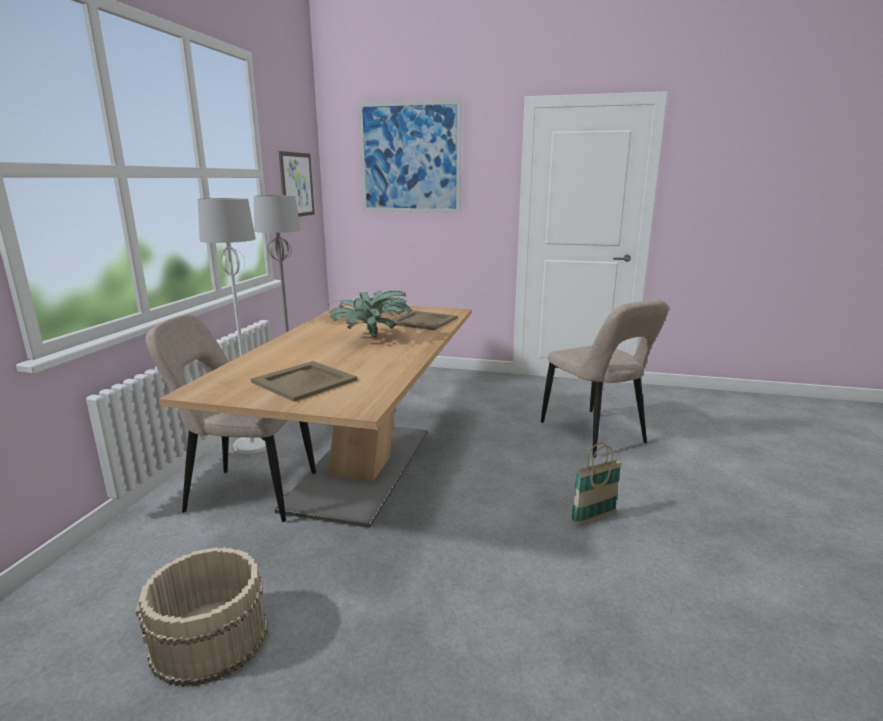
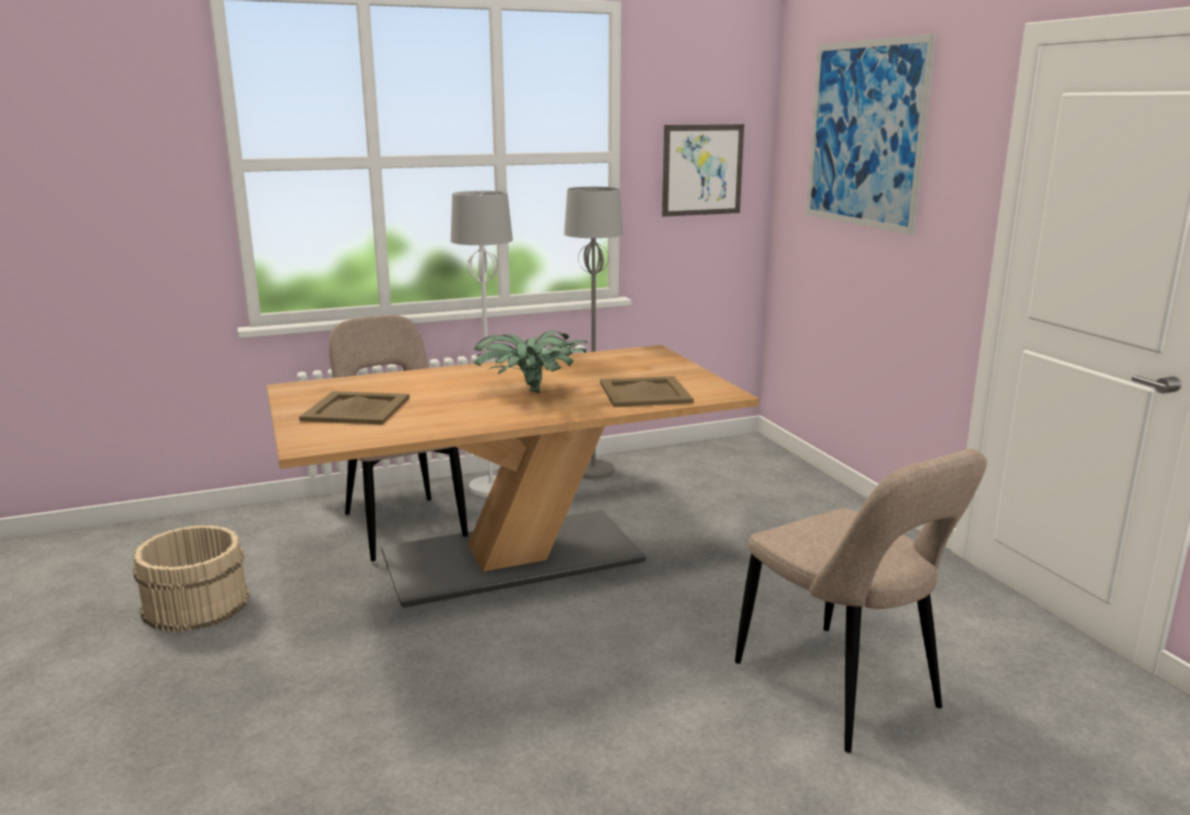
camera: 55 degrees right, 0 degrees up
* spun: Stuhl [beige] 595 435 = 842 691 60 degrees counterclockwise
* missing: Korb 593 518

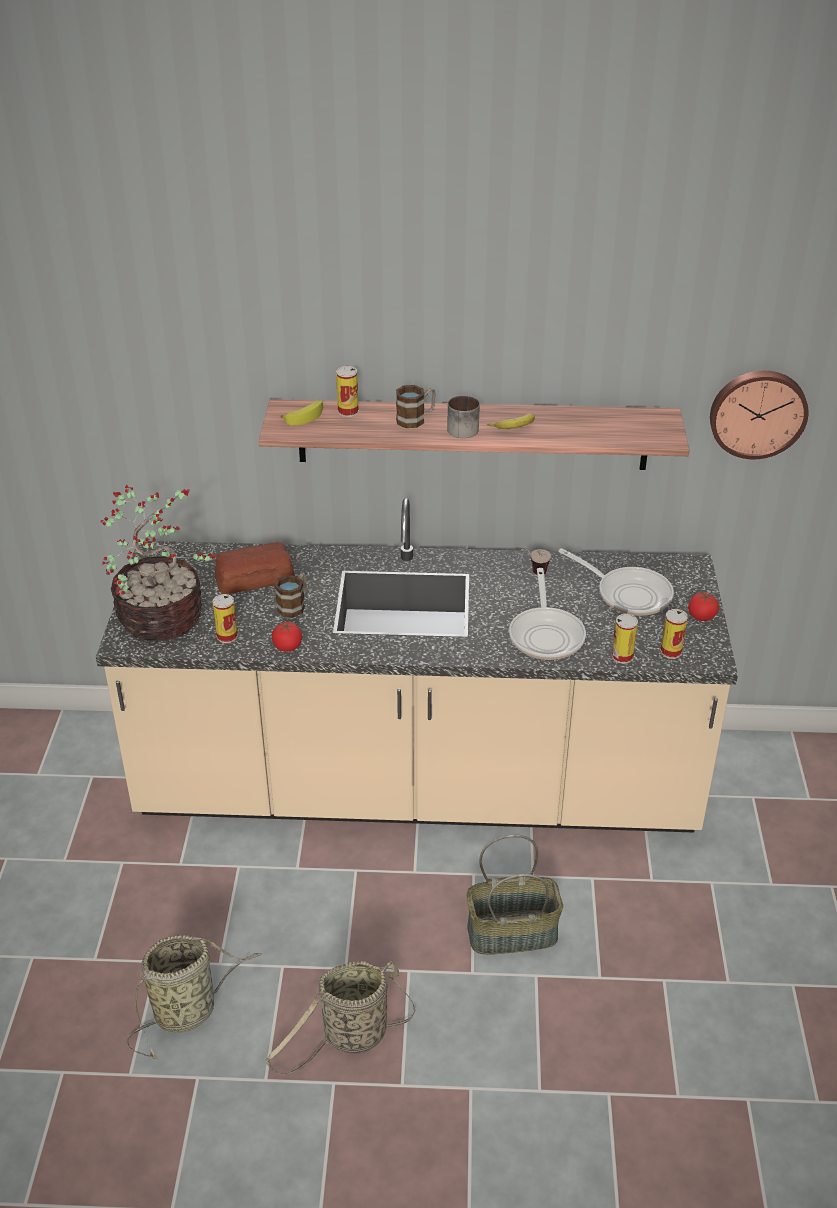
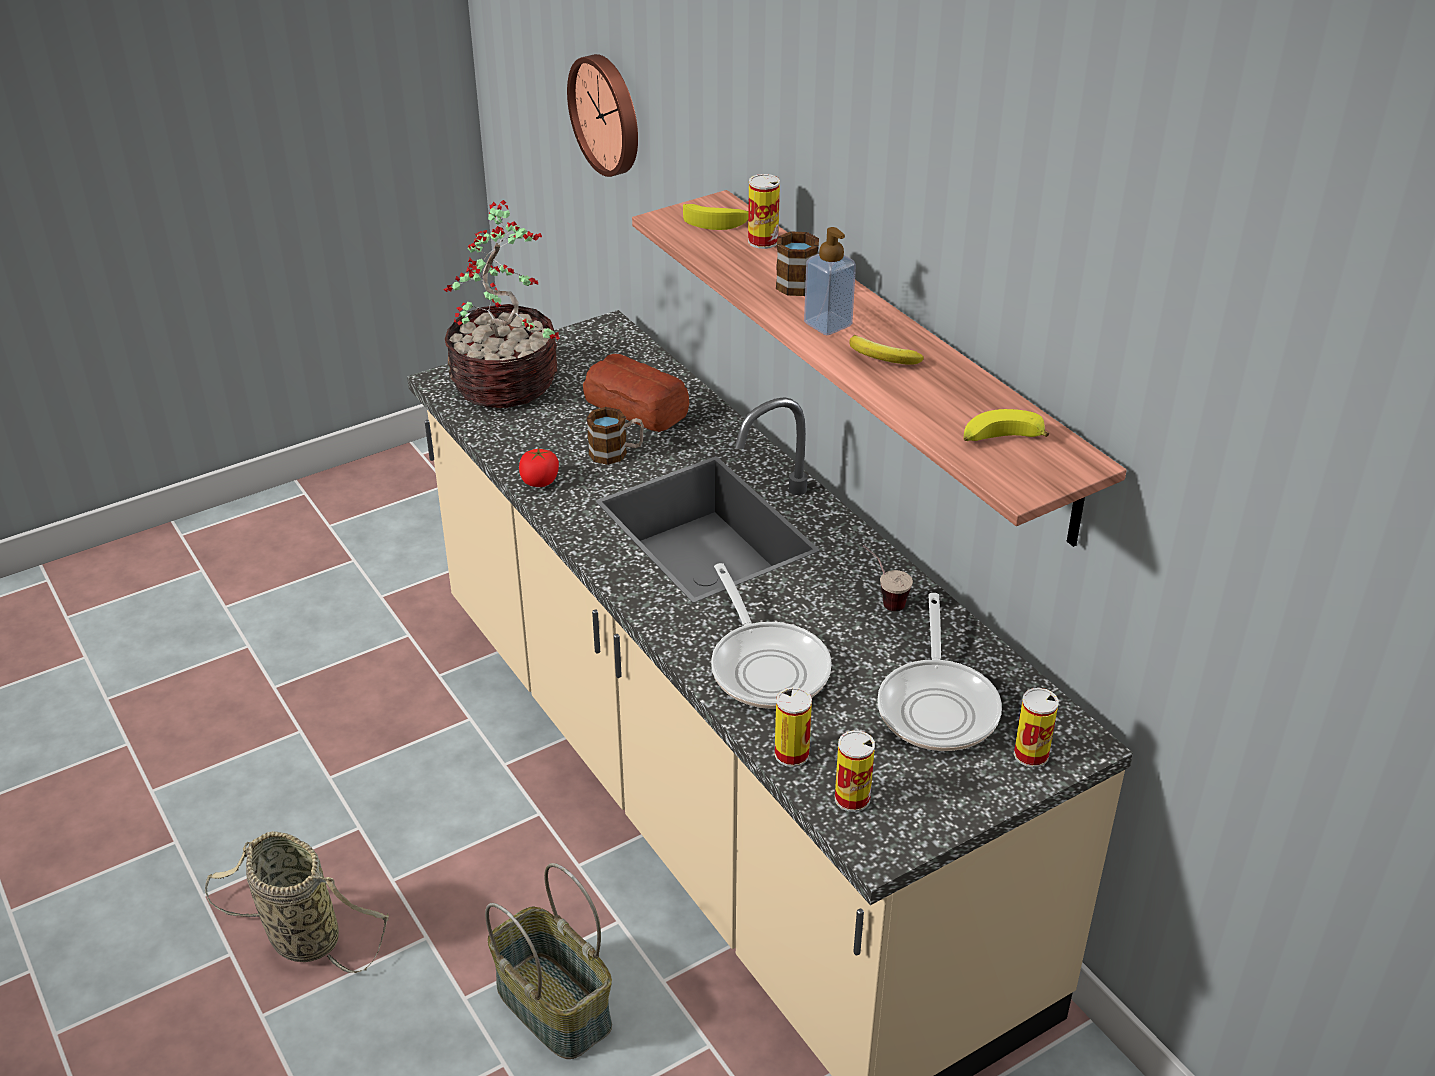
camera: 55 degrees right, 0 degrees up
* missing: Korb 189 1011
* relocated: Dose 227 636 to 1031 754
* exchanged: Henkelbecher 462 428 to Seifenspender 828 324
* spun: Pfanne 546 634 = 766 666 75 degrees counterclockwise
* missing: Tomate 701 616
* relocated: Wanduhr 757 412 to 608 114
* appeared: Banane 1000 440

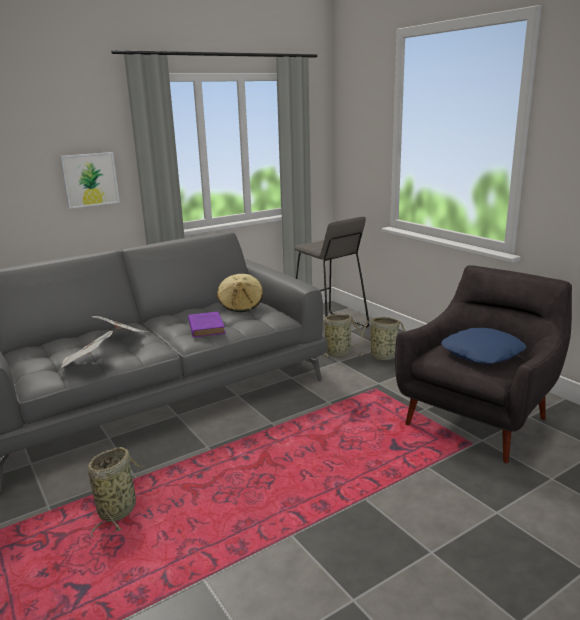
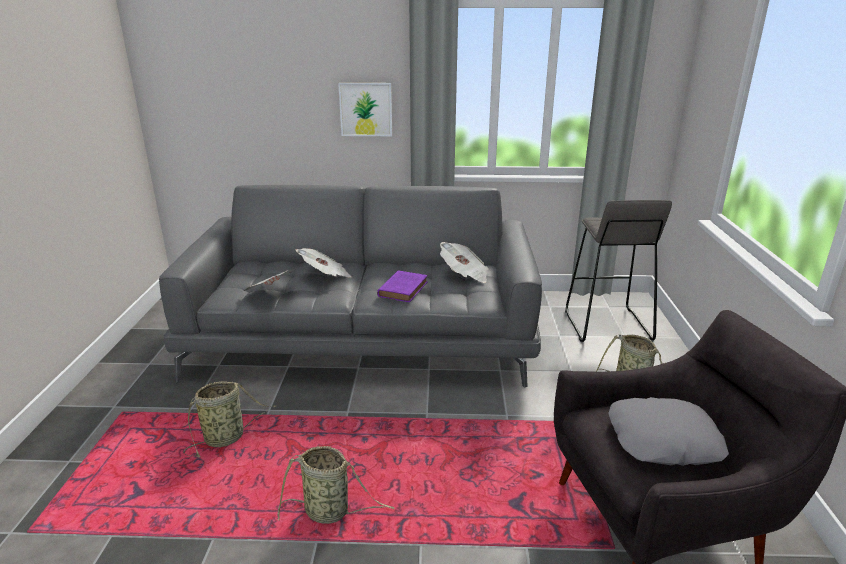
camera: 35 degrees right, 5 degrees up
* exchanged: Hut [beige] 241 306 to Zeitung 464 275
* relocated: Korb 339 353 to 330 512
* colour: Kissen [blau] 483 354 to Kissen [grau] 663 441

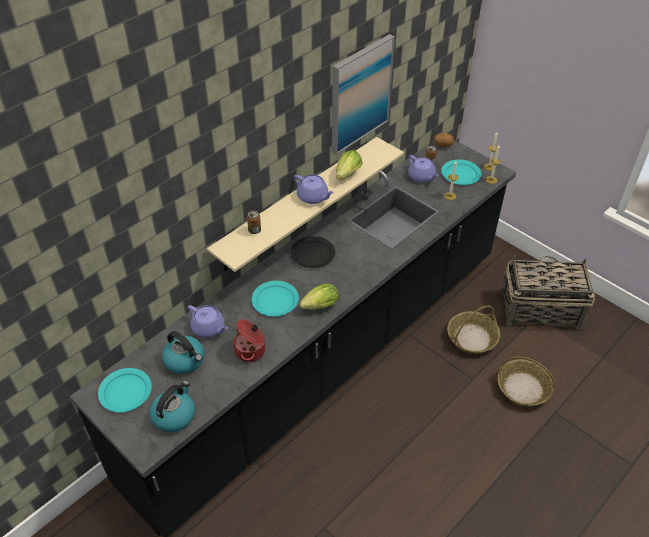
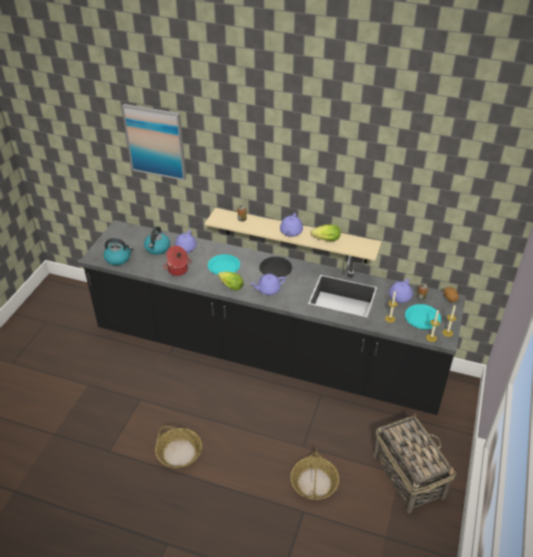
camera: 65 degrees right, 5 degrees down
* missing: Teller [türkis] 125 391
* relocated: Bild 360 94 to 156 141
* relocated: Korb 472 337 to 179 453
* appeared: Teekanne [lila] 268 290

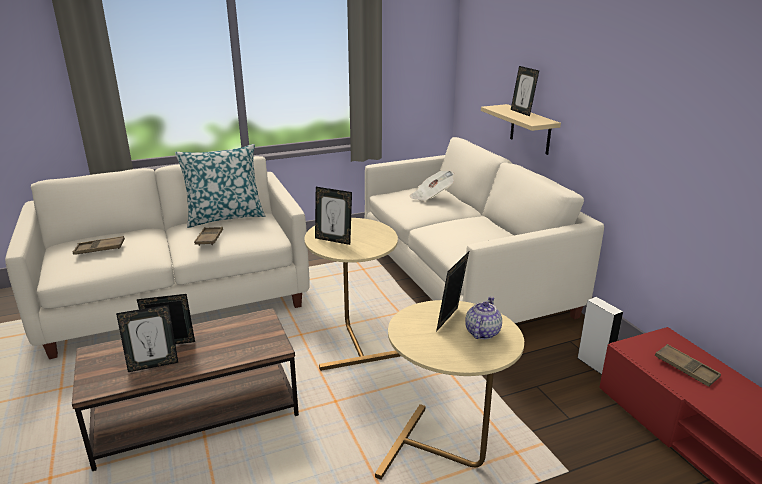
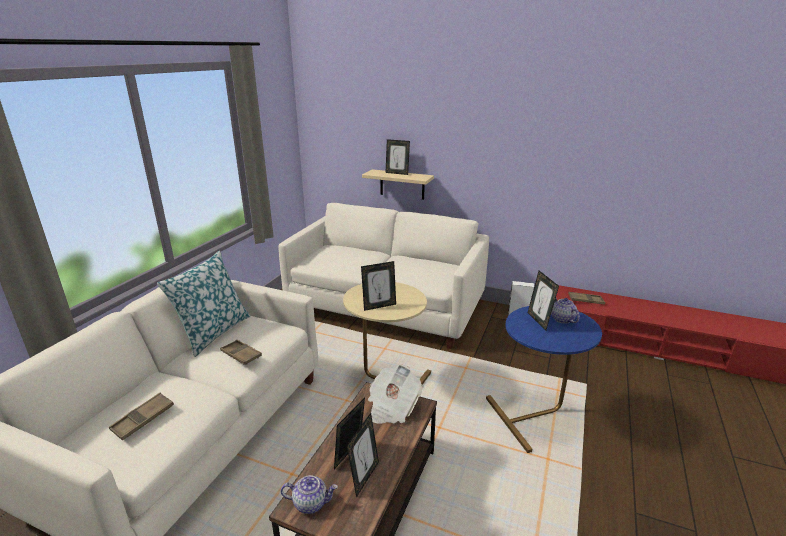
camera: 45 degrees left, 0 degrees up
* colour: Beistelltisch [beige] 444 457 to Beistelltisch [blau] 536 416
* relocated: Zeitung 431 197 to 392 407
* appeared: Teekanne 311 503

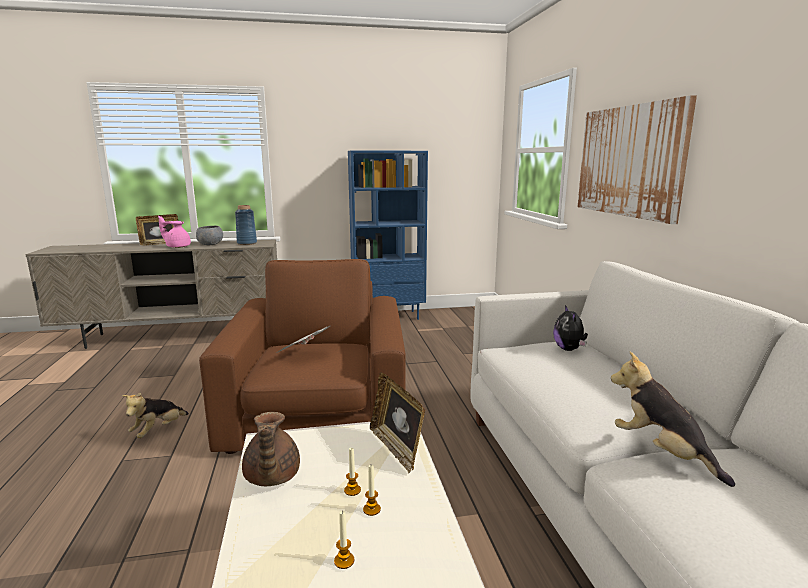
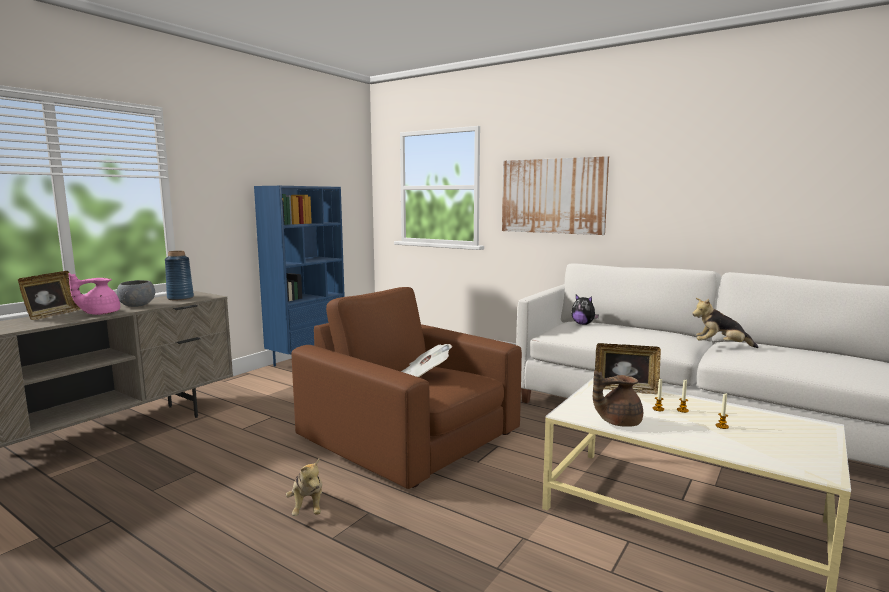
camera: 45 degrees left, 5 degrees down
* spun: Teekanne [braun] 271 477 = 617 422 135 degrees clockwise

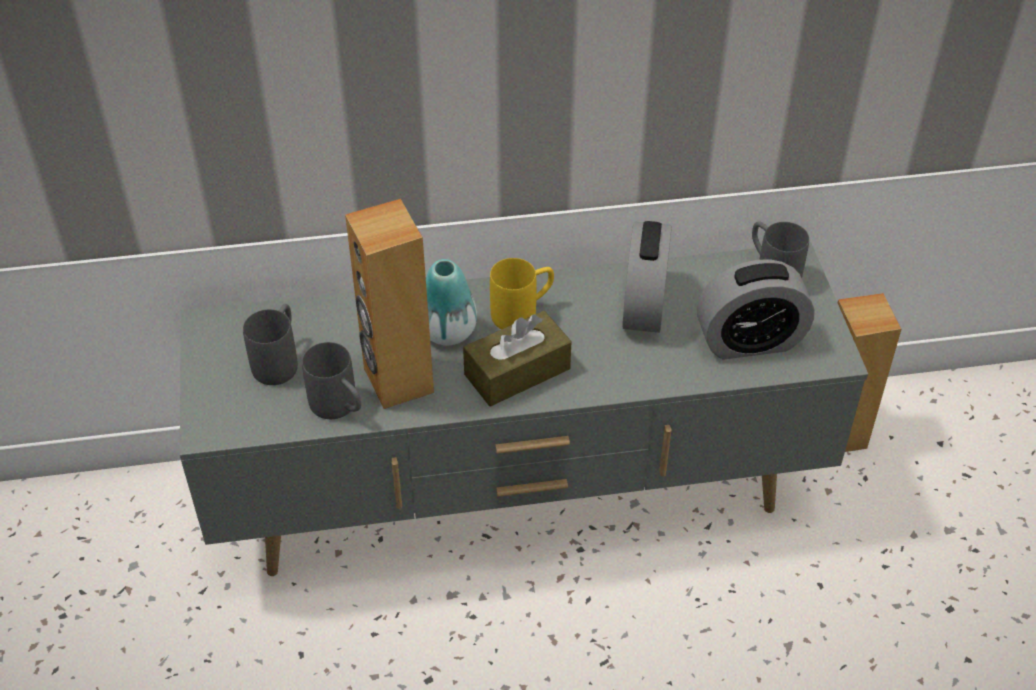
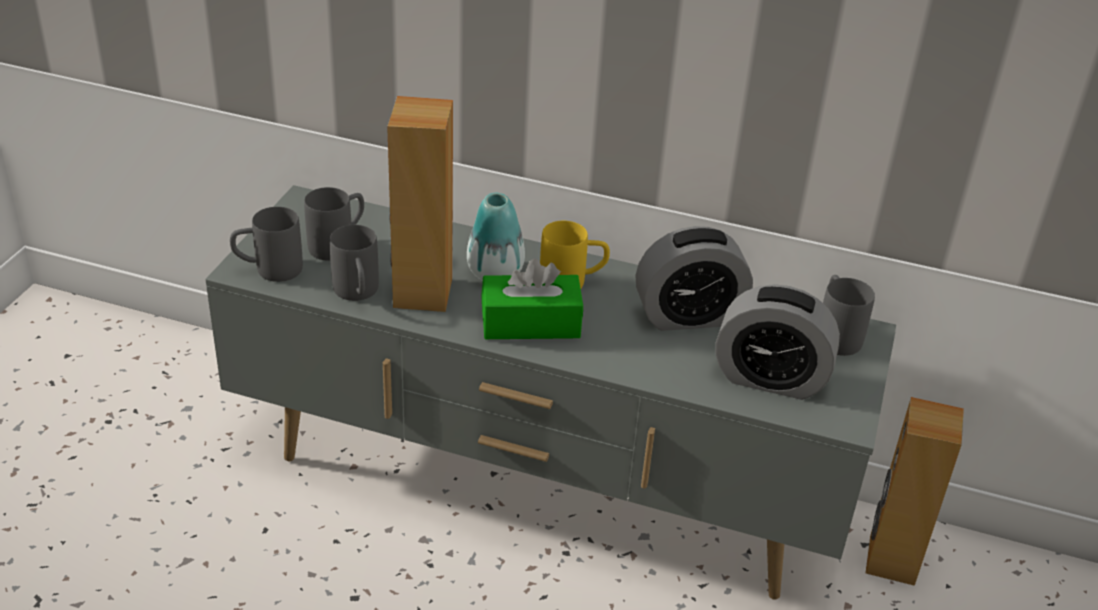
camera: 25 degrees right, 10 degrees down
* colour: Taschentuchbox [braun] 517 372 to Taschentuchbox [grün] 530 323
* spun: Wecker 644 306 = 688 316 135 degrees counterclockwise
* appeared: Henkelbecher [grau] 268 270

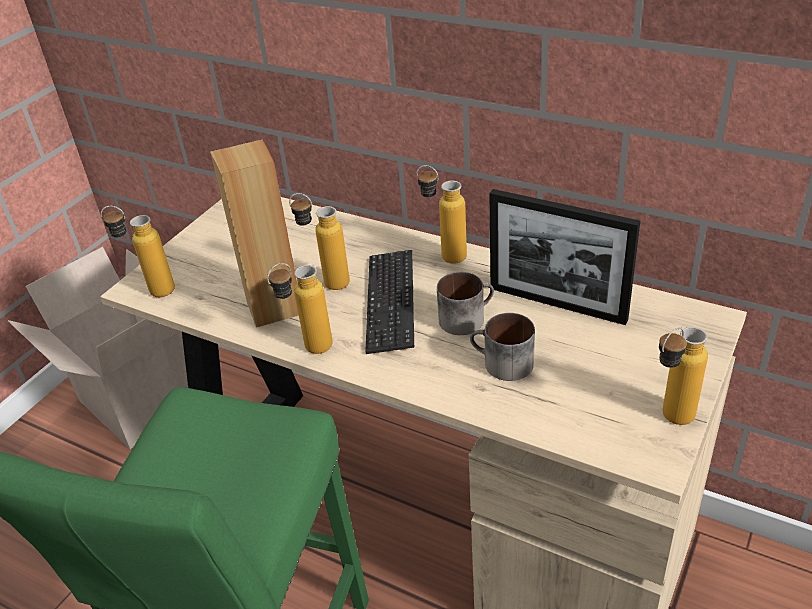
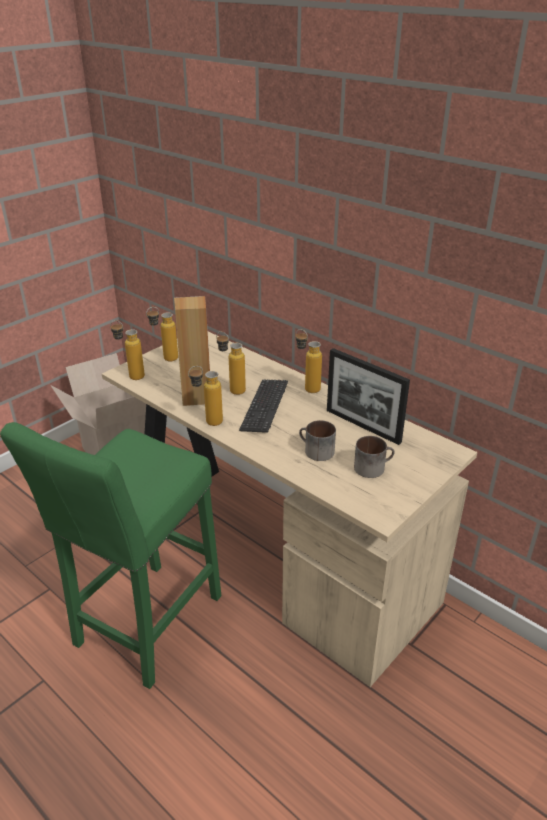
camera: 10 degrees right, 5 degrees down
* relocated: Henkelbecher 465 317 to 372 467
* relocated: Flasche 669 421 to 165 359

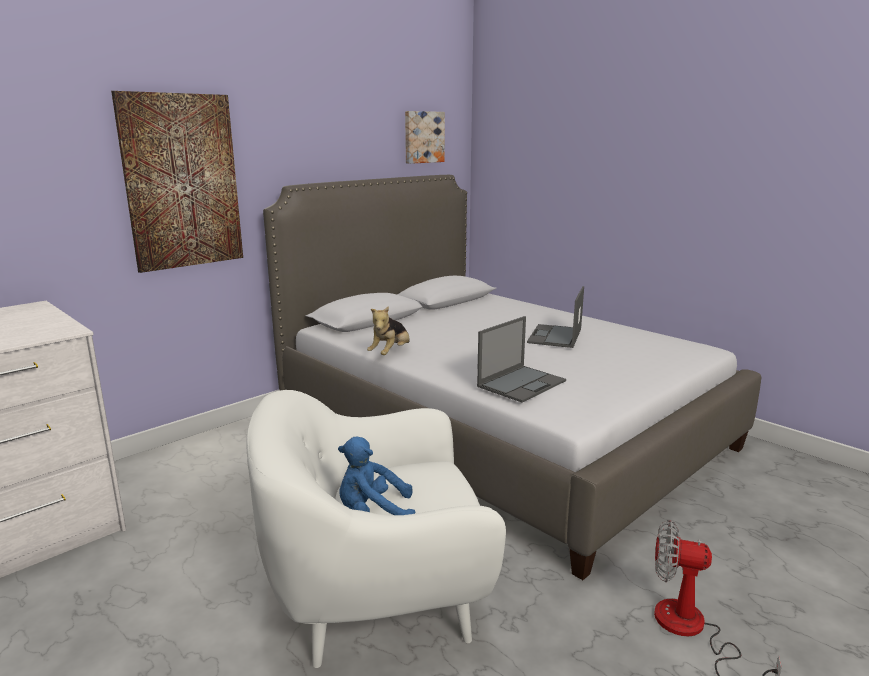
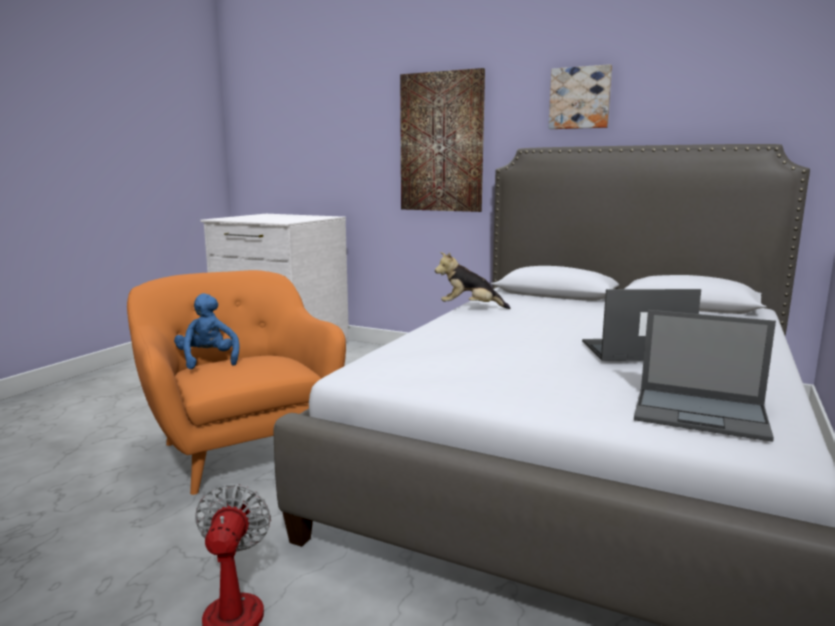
camera: 70 degrees right, 5 degrees down
* colour: Sessel [weiß] 375 599 to Sessel [orange] 240 449
* relocated: Bild 423 137 to 580 98
* relocated: Laptop 522 383 to 702 413

